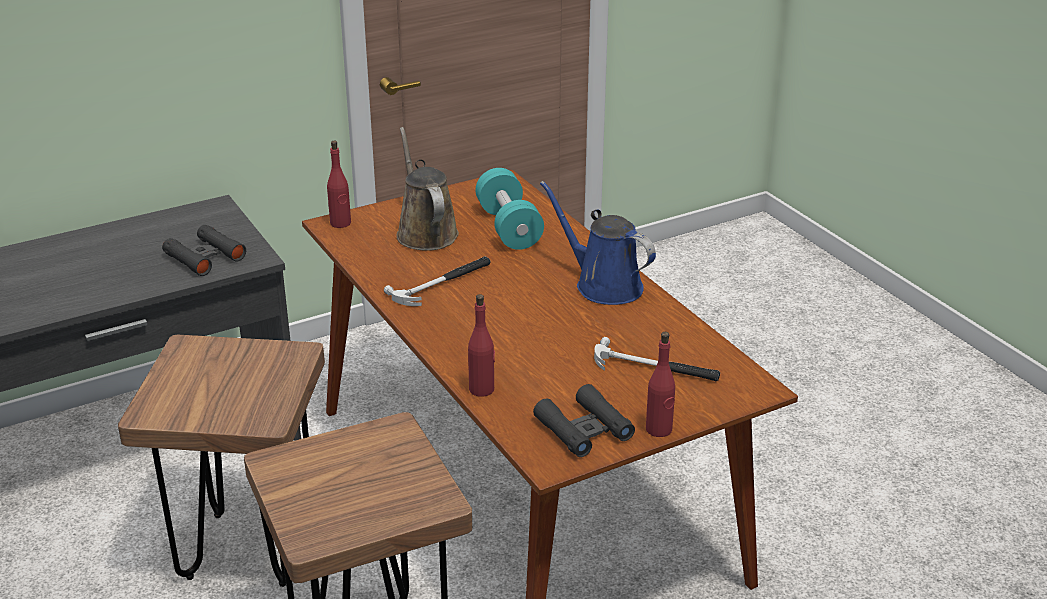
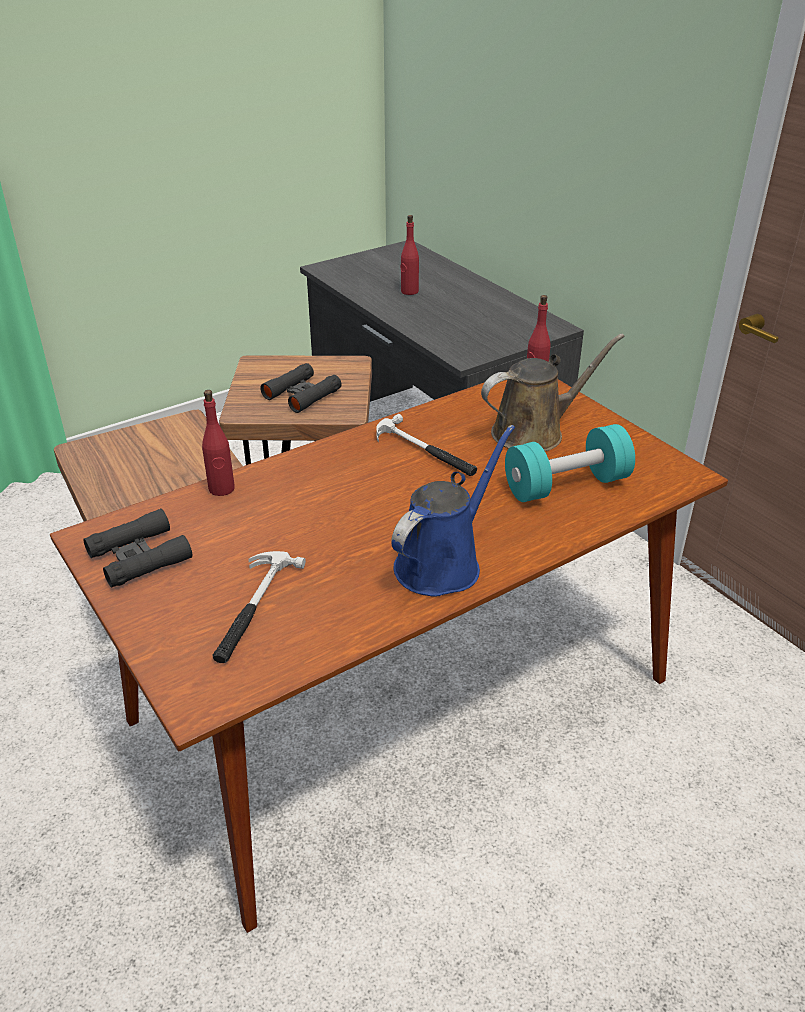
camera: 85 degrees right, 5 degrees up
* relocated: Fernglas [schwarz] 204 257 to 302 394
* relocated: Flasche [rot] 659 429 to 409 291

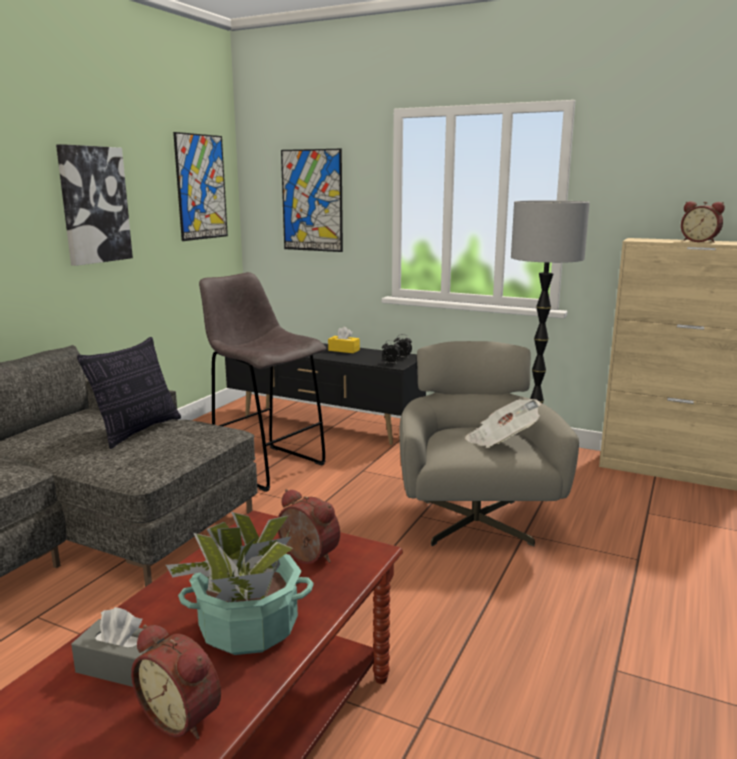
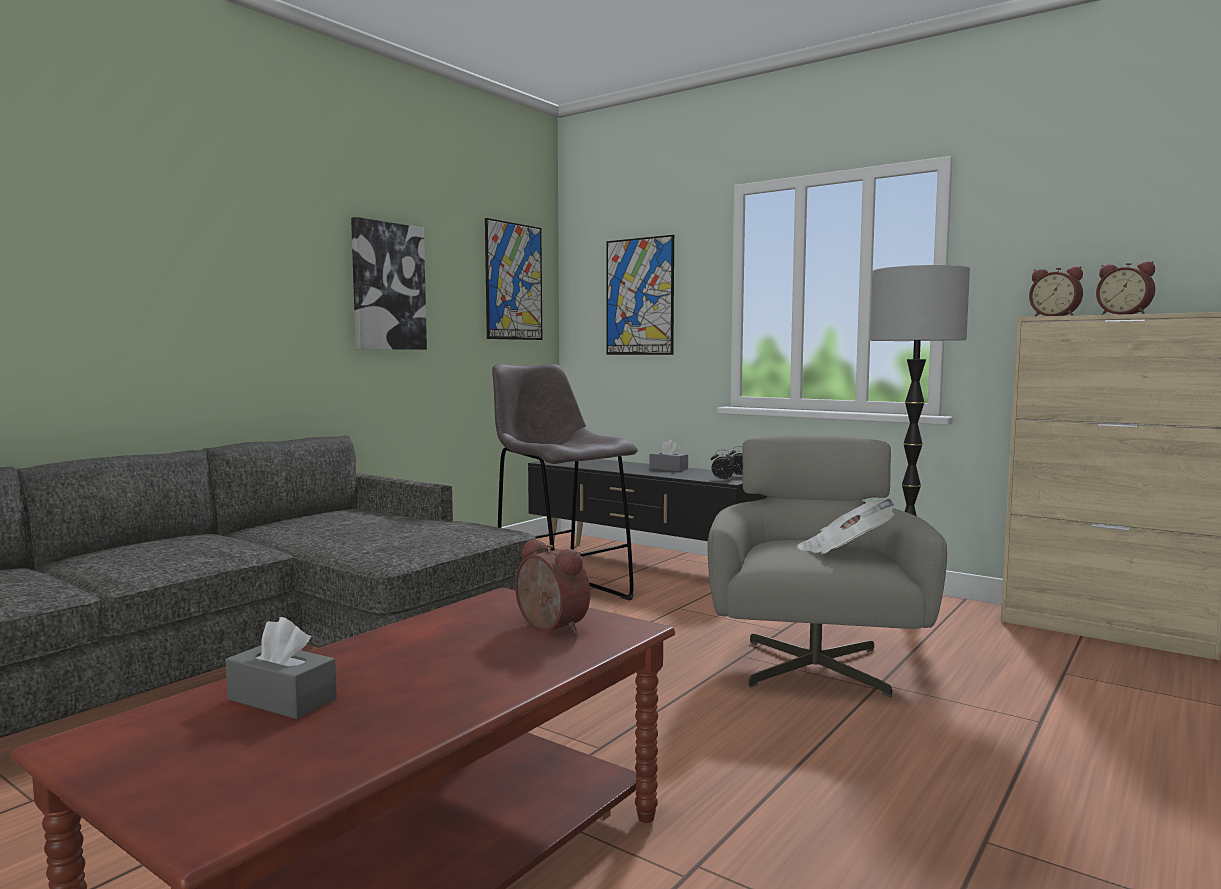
camera: 10 degrees right, 10 degrees down
* missing: Kissen 137 431
* relocated: Wecker 183 716 to 1055 316
* missing: Topfpflanze 249 628
* colour: Taschentuchbox [gelb] 343 350 to Taschentuchbox [grau] 668 469

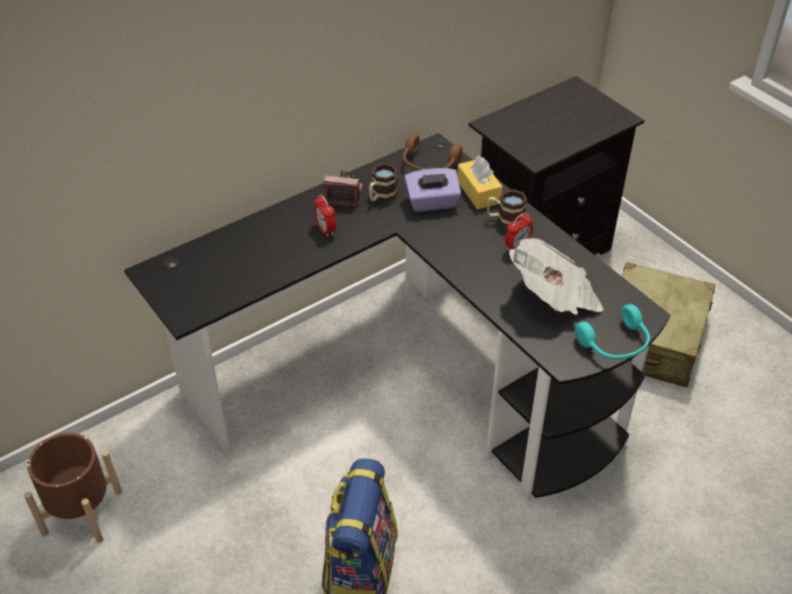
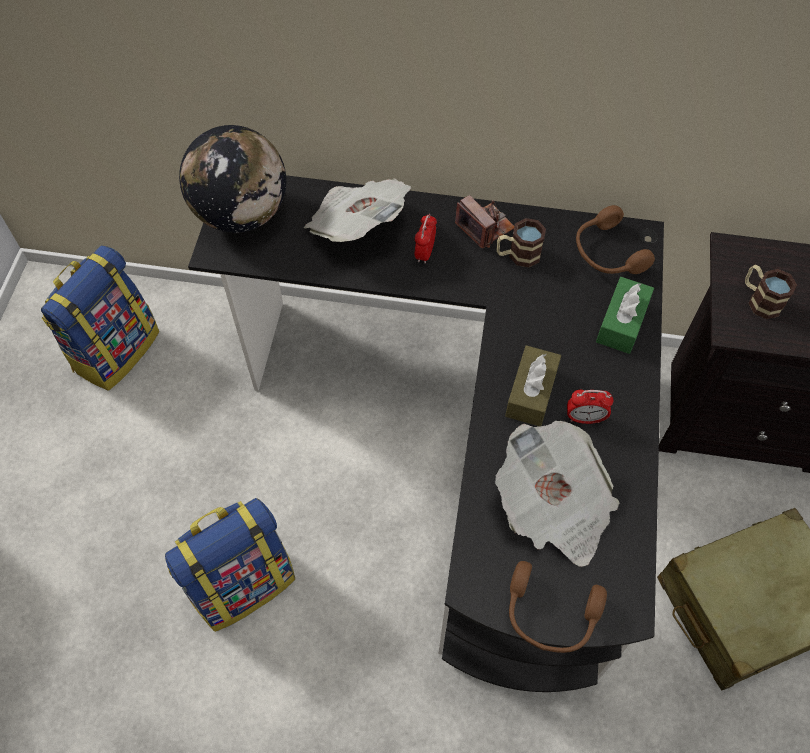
camera: 45 degrees right, 15 degrees up
* exchanged: Pflanzkübel [braun] 82 512 to Rucksack 116 350
* missing: Taschentuchbox [lila] 432 203
* colour: Taschentuchbox [gelb] 478 192 to Taschentuchbox [grün] 622 323
* relocated: Henkelbecher 505 220 to 759 300
* colour: Kopfhörer [türkis] 615 344 to Kopfhörer [braun] 550 615
* appeared: Globus 241 214
* appeared: Zeitung 357 225
* appeared: Taschentuchbox [braun] 531 393

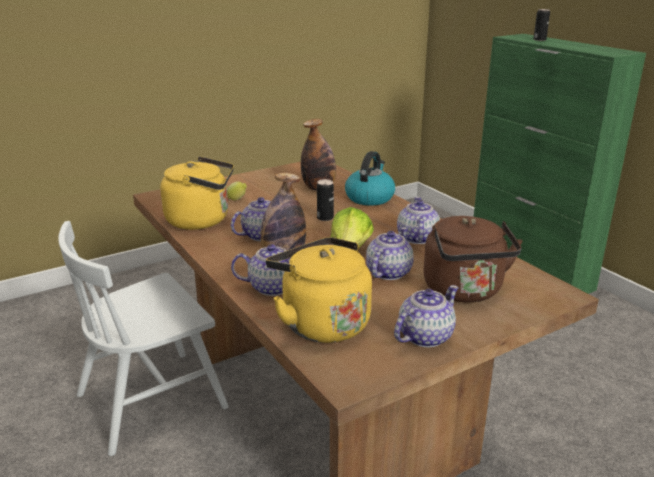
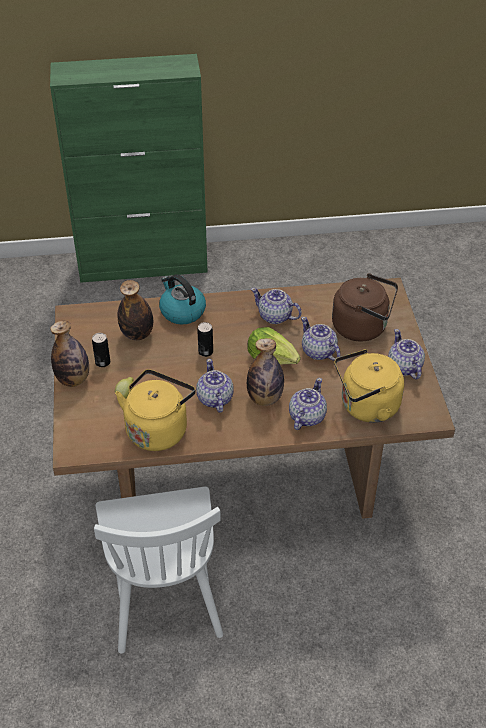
camera: 65 degrees left, 20 degrees up
* relocated: Dose 539 40 to 102 362
* appeared: Flasche 73 379

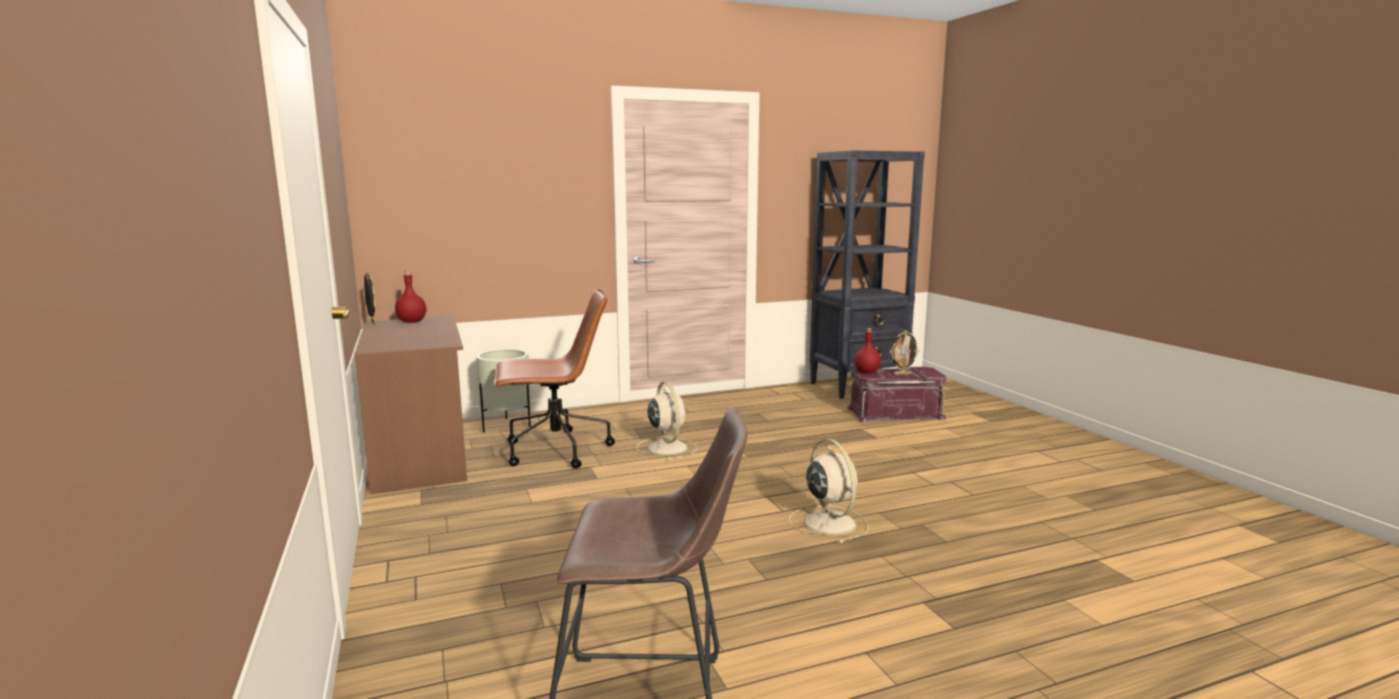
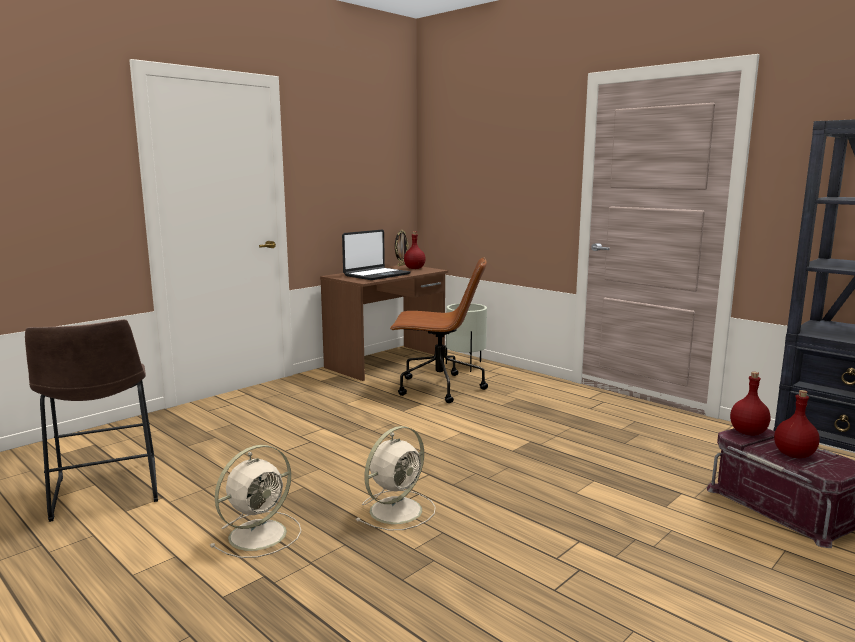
camera: 65 degrees right, 0 degrees up
* spun: Bürostuhl [braun] 555 451 = 438 388 45 degrees counterclockwise
* relocated: Ventilator [beige] 667 447 to 260 534
* exchanged: Bilderrahmen 902 374 to Flasche [rot] 794 455
* appeared: Laptop 376 275

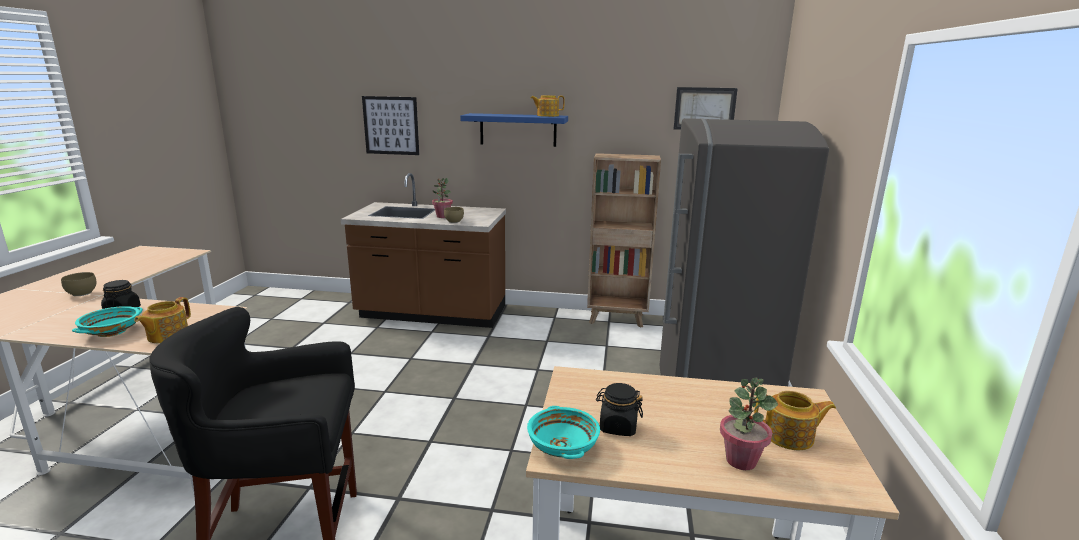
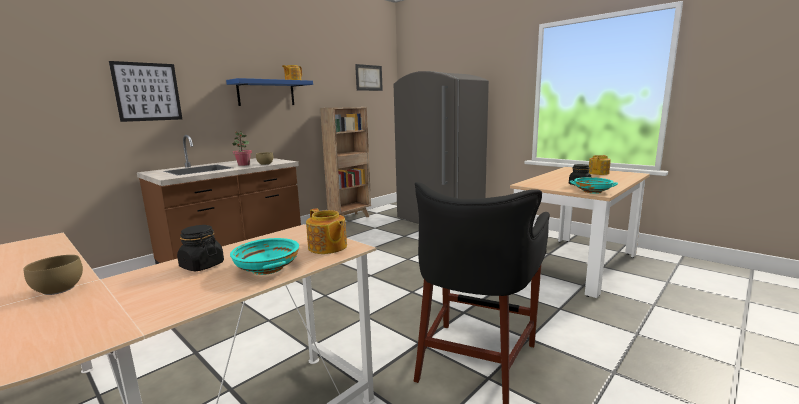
camera: 55 degrees left, 5 degrees down
* missing: Topfpflanze 741 460

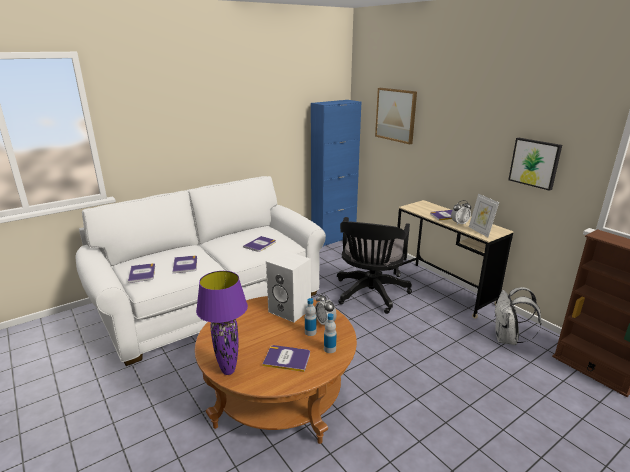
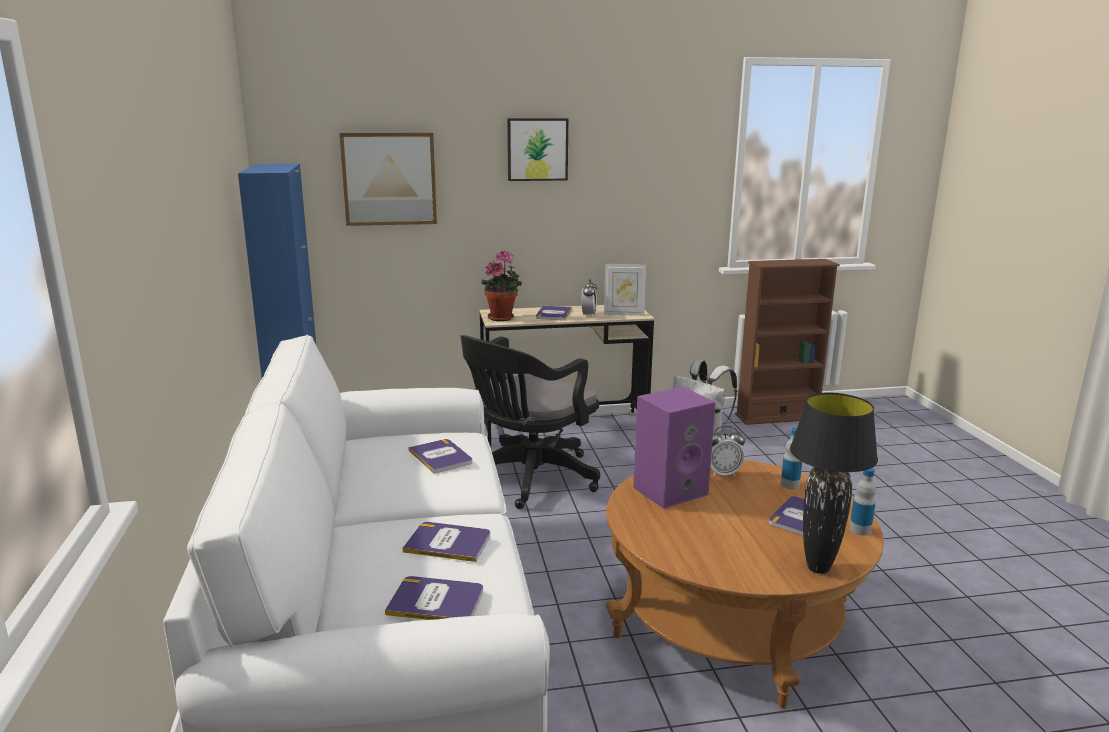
camera: 65 degrees left, 5 degrees down
* colour: Tischlampe [lila] 229 371 to Tischlampe [schwarz] 818 568
* colour: Lautsprecher [weiß] 291 310 to Lautsprecher [lila] 671 490
* relocated: Flasche 310 332 to 860 530
* spun: Bürostuhl [schwarz] 370 295 = 528 479 90 degrees clockwise
* relocated: Bild 535 163 to 537 149
* appeared: Topfpflanze 503 317

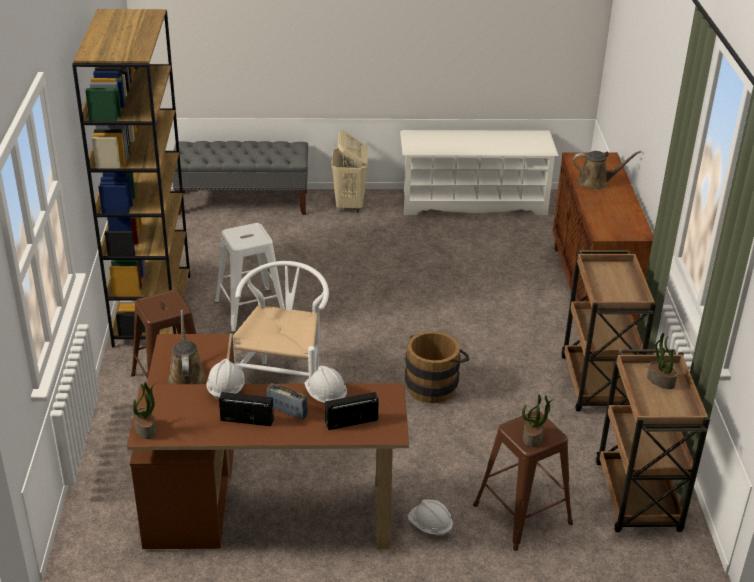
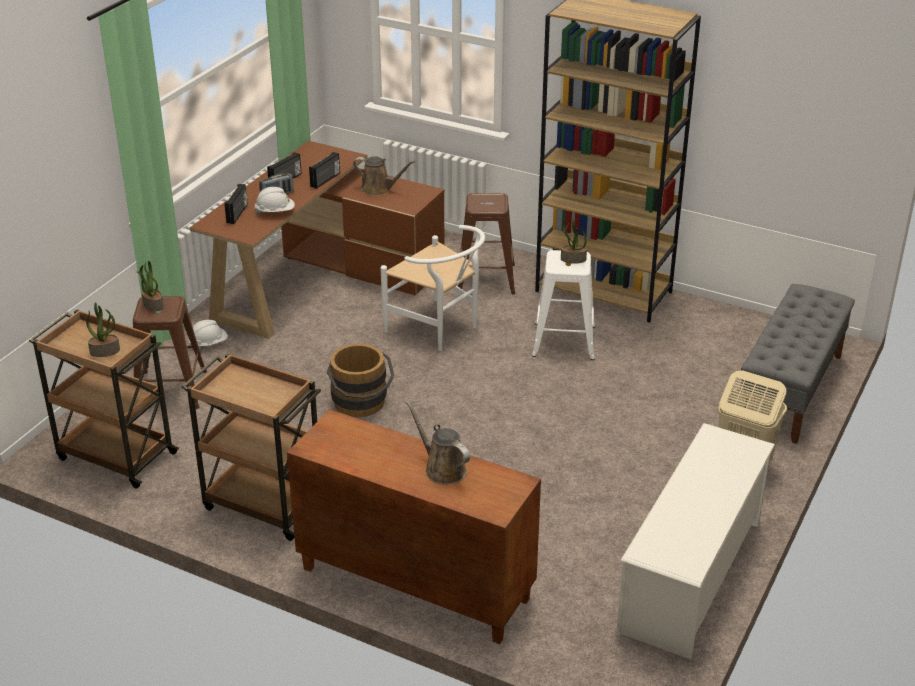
camera: 120 degrees right, 0 degrees up
* relocated: Topfpflanze 146 429 to 573 259
* exchanged: Schutzhelm [weiß] 226 389 to Radio 326 180
* spun: Gießkanne [braun] 596 183 = 442 468 105 degrees clockwise

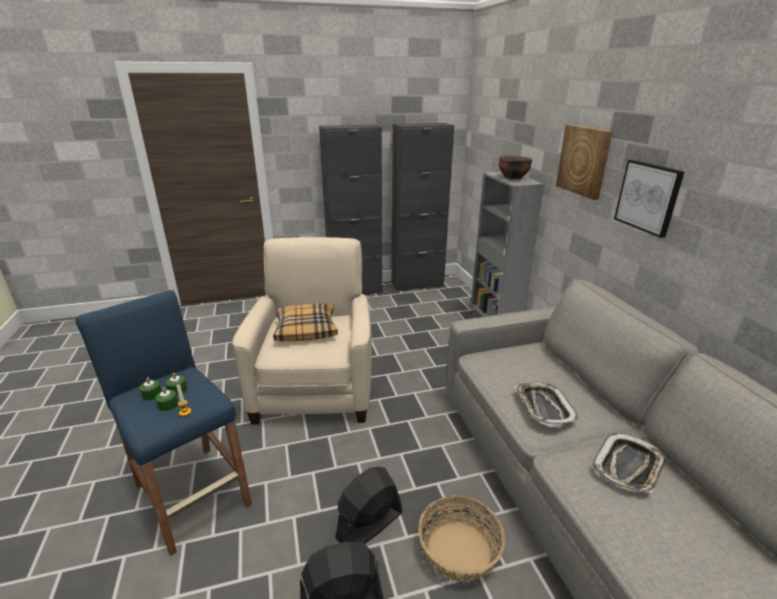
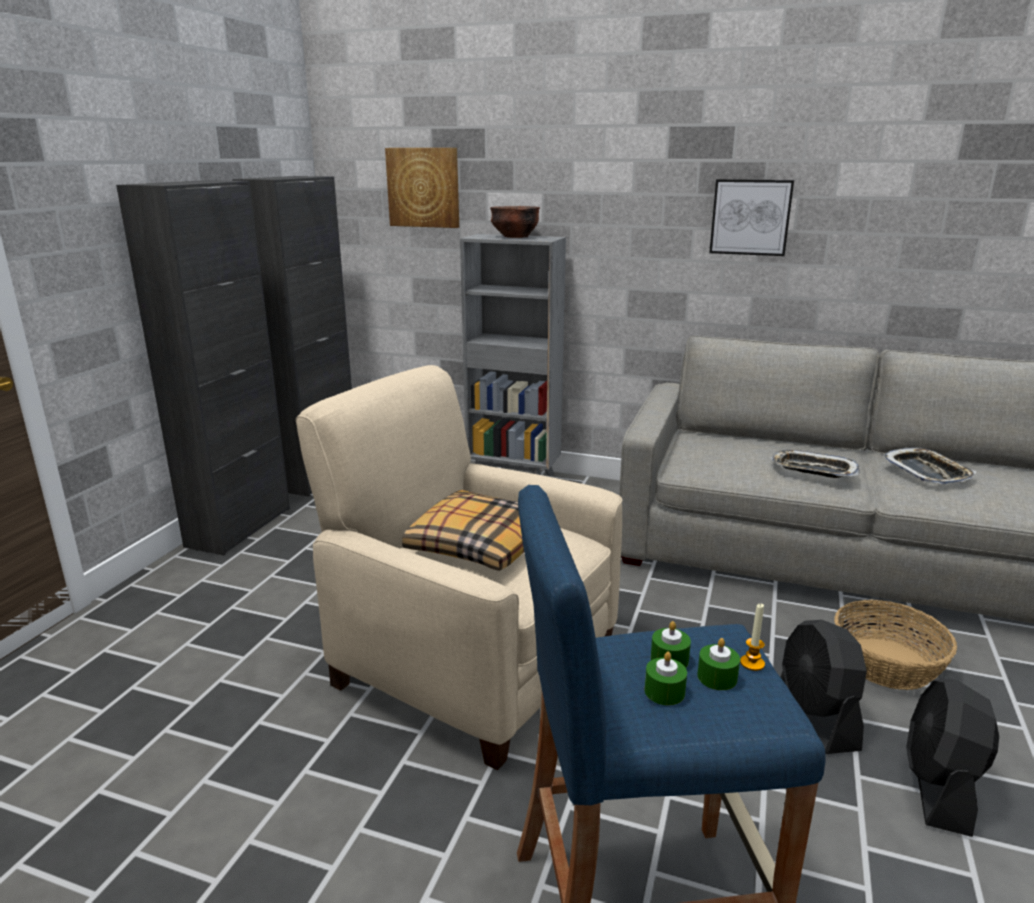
camera: 55 degrees left, 5 degrees down
* relocated: Bild 584 161 to 424 187

